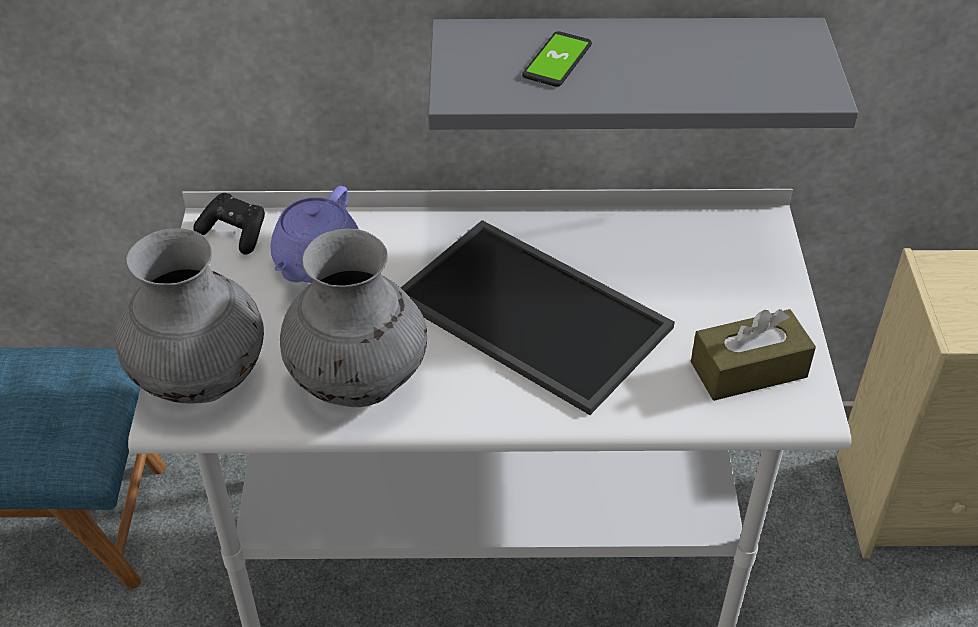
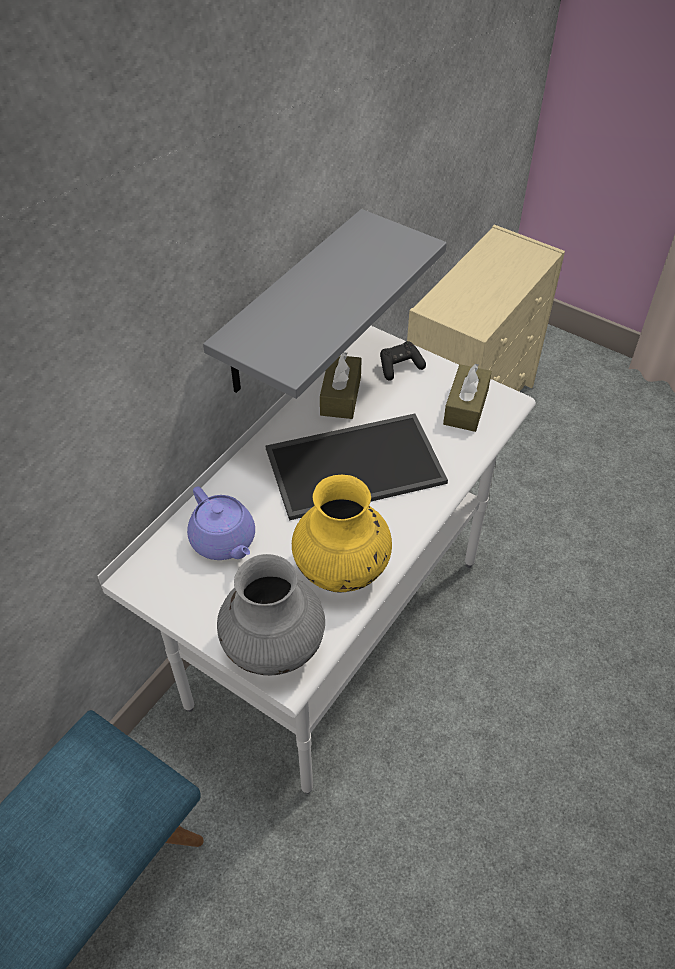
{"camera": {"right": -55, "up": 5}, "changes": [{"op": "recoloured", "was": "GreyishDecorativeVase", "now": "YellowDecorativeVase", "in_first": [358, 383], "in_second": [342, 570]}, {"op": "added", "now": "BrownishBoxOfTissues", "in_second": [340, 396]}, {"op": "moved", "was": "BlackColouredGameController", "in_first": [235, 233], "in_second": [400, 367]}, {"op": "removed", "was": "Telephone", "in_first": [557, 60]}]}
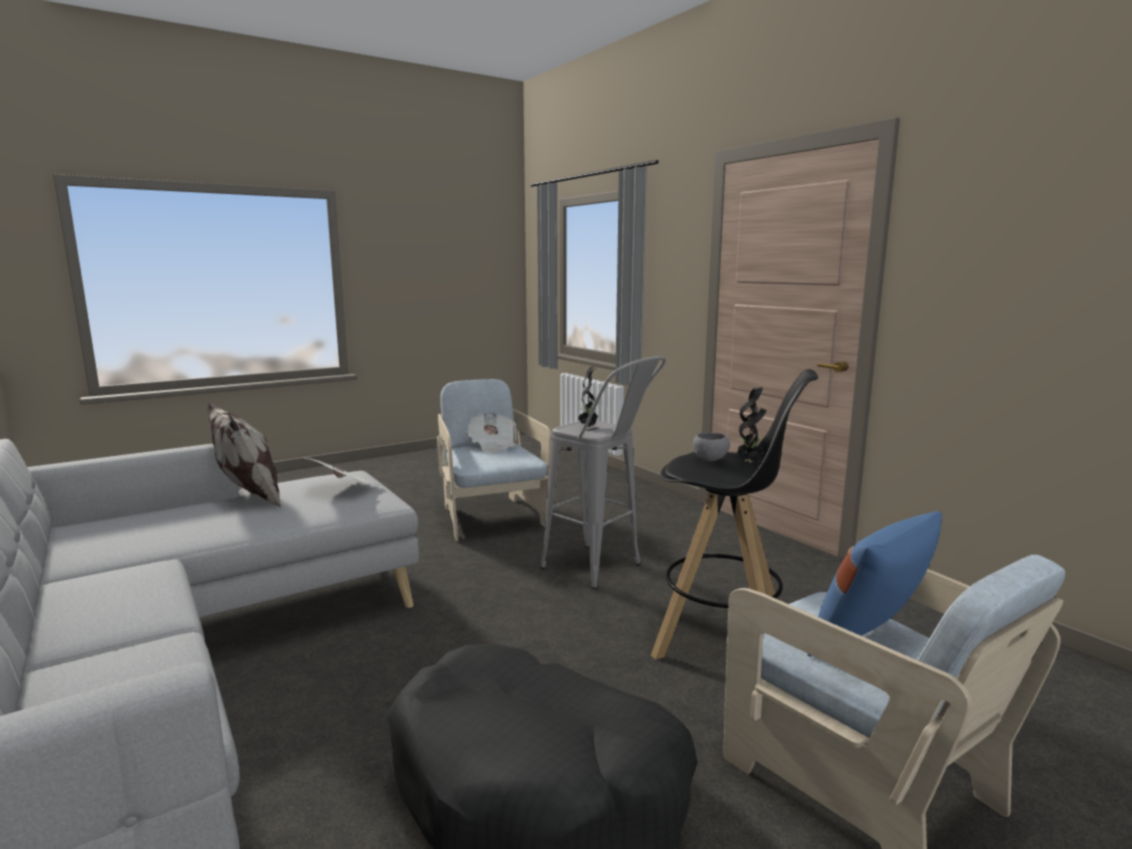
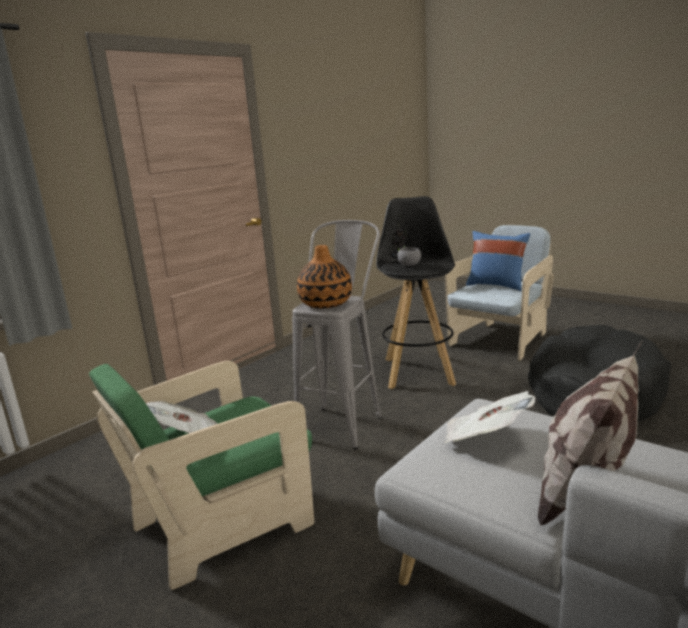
{"camera": {"right": -105, "up": 5}, "changes": [{"op": "recoloured", "was": "SandColouredEasyChair", "now": "GreenColouredEasyChair", "in_first": [490, 518], "in_second": [223, 523]}, {"op": "replaced", "was": "PlantInAPot", "now": "DecorativeVase", "in_first": [588, 427], "in_second": [325, 304]}]}
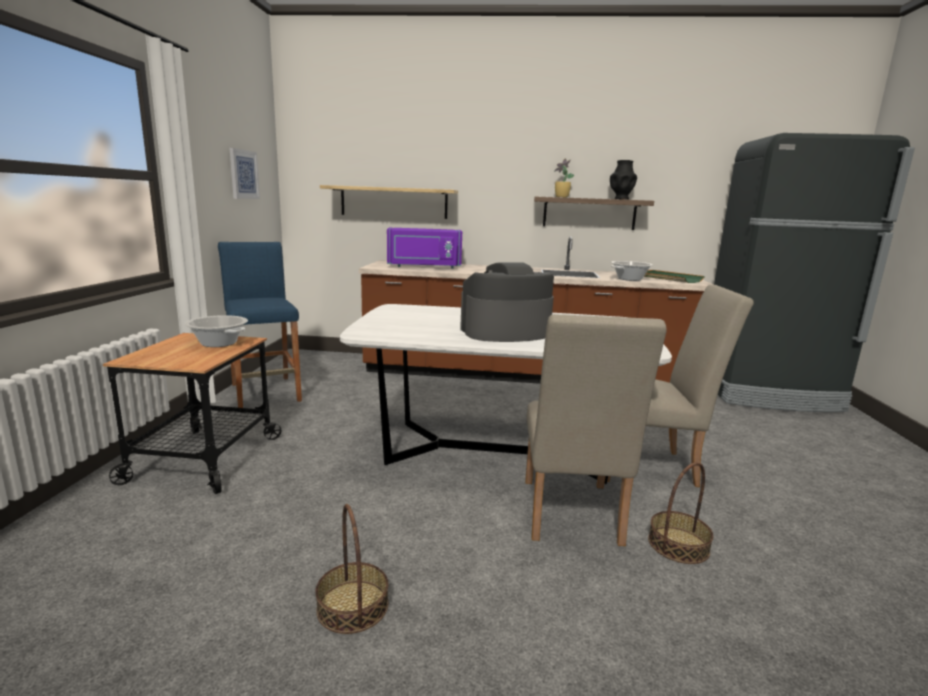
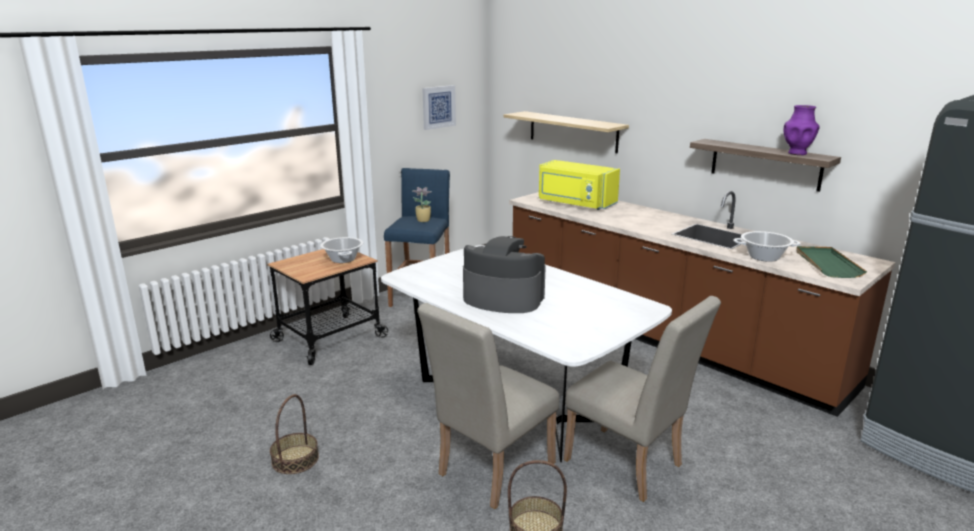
{"camera": {"right": 40, "up": 5}, "changes": [{"op": "moved", "was": "PlantInAPot", "in_first": [561, 197], "in_second": [422, 220]}, {"op": "recoloured", "was": "PurpleMicrowave", "now": "YellowMicrowave", "in_first": [424, 266], "in_second": [575, 203]}, {"op": "recoloured", "was": "BlackColouredDecorativeVase", "now": "PurpleDecorativeVase", "in_first": [621, 199], "in_second": [797, 153]}]}
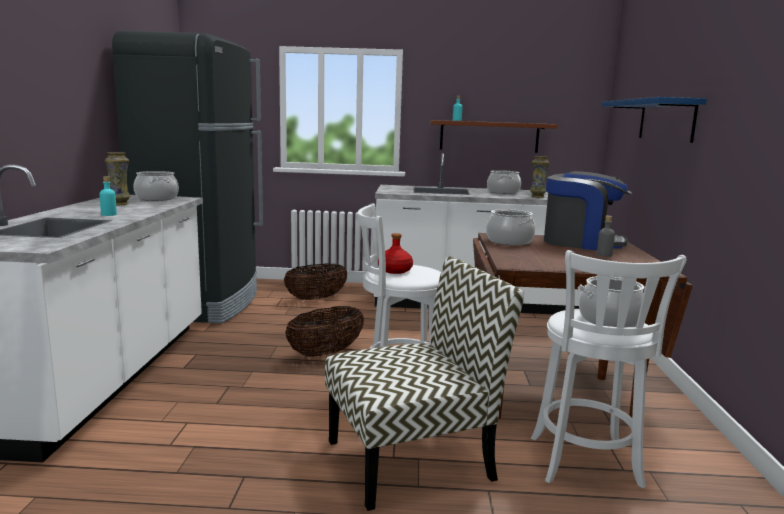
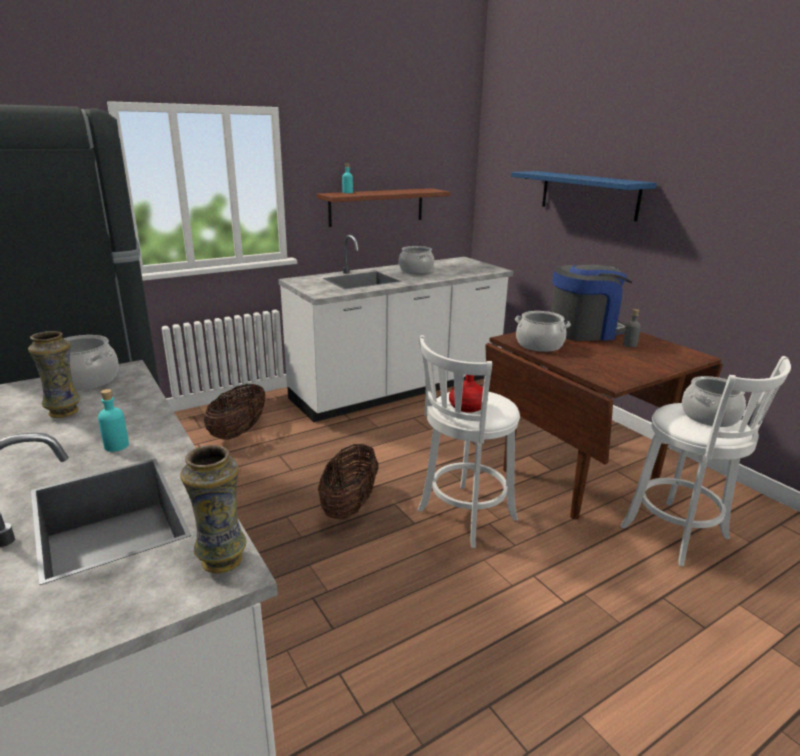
{"camera": {"right": -35, "up": 10}, "changes": [{"op": "moved", "was": "DecorativeVase", "in_first": [537, 196], "in_second": [221, 559]}, {"op": "removed", "was": "UprightChair", "in_first": [412, 458]}]}
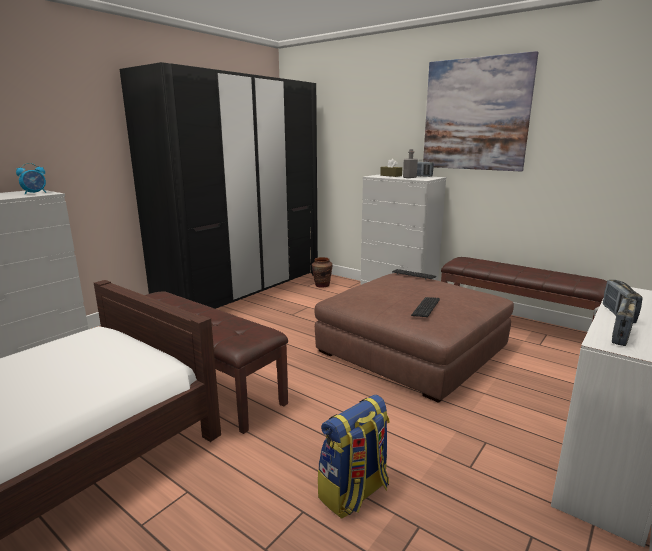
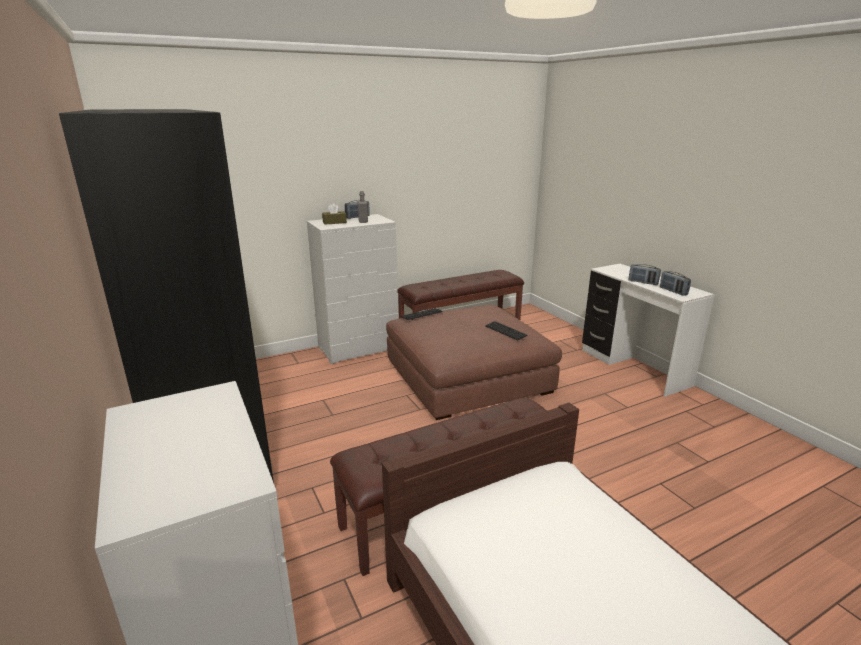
{"camera": {"right": -65, "up": 5}, "changes": [{"op": "removed", "was": "AlarmClock", "in_first": [35, 193]}, {"op": "removed", "was": "BrownishDecorativeVase", "in_first": [322, 285]}, {"op": "removed", "was": "Backpack", "in_first": [354, 493]}, {"op": "removed", "was": "WallArt", "in_first": [475, 115]}]}
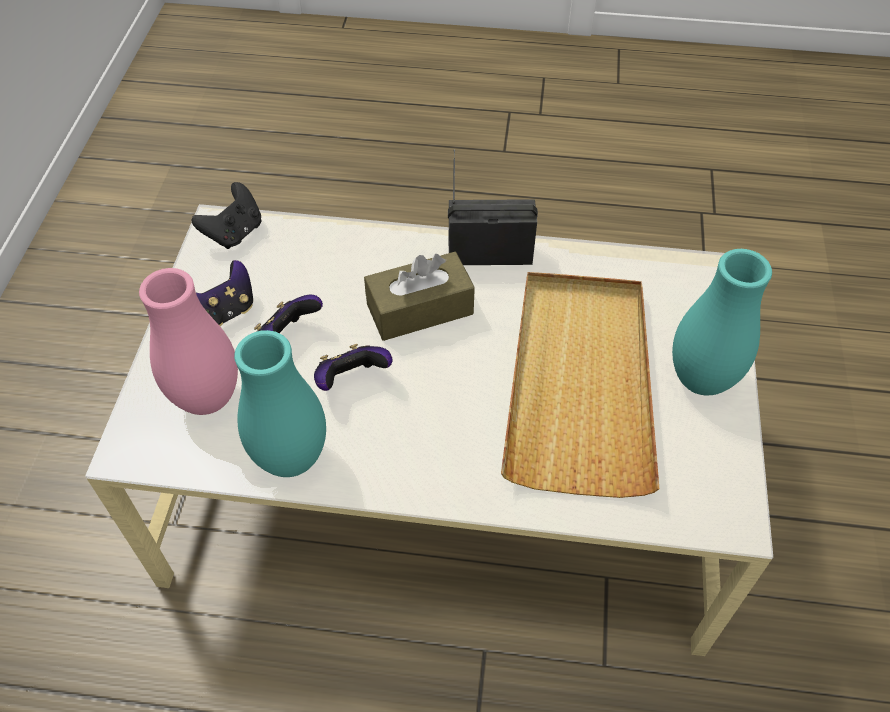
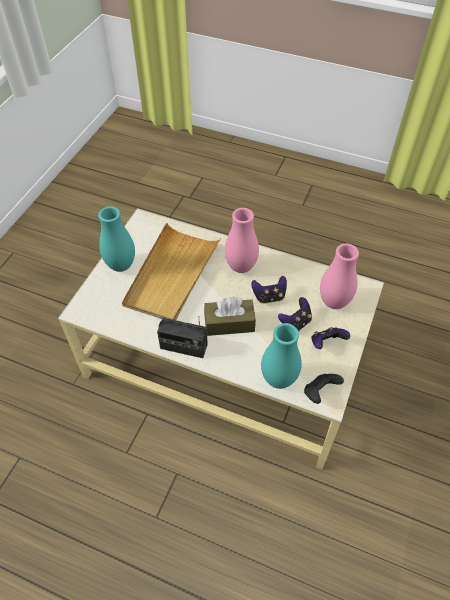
{"camera": {"right": -165, "up": 0}, "changes": [{"op": "added", "now": "PinkDecorativeVase", "in_second": [241, 267]}, {"op": "moved", "was": "BlueGreenDecorativeVase", "in_first": [291, 458], "in_second": [278, 379]}]}
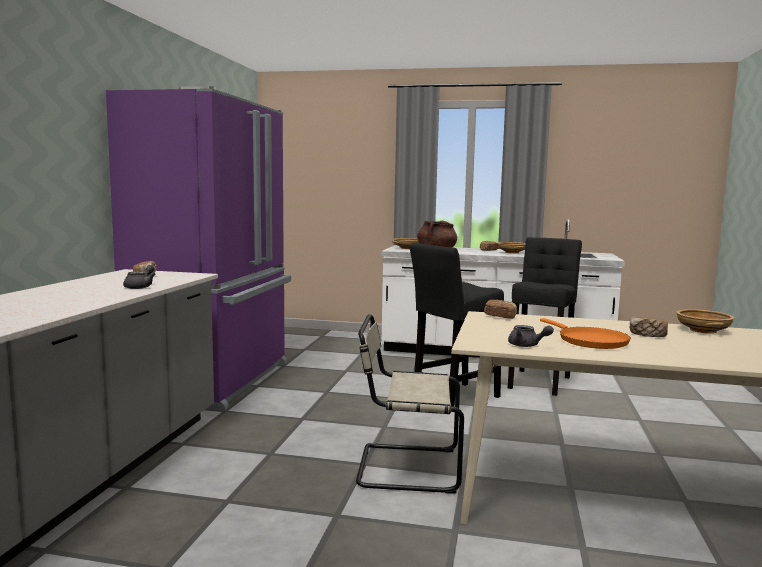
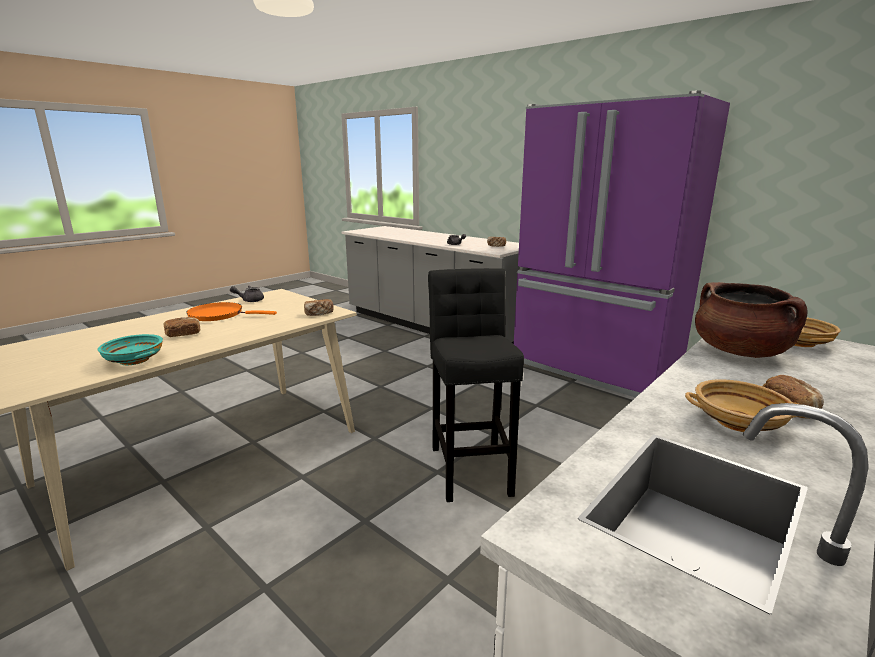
{"camera": {"right": 120, "up": 10}, "changes": [{"op": "recoloured", "was": "SandColouredBowl", "now": "BlueGreenBowl", "in_first": [703, 330], "in_second": [134, 360]}, {"op": "removed", "was": "SandColouredUprightChair", "in_first": [404, 468]}, {"op": "removed", "was": "BlackColouredStool", "in_first": [539, 381]}]}
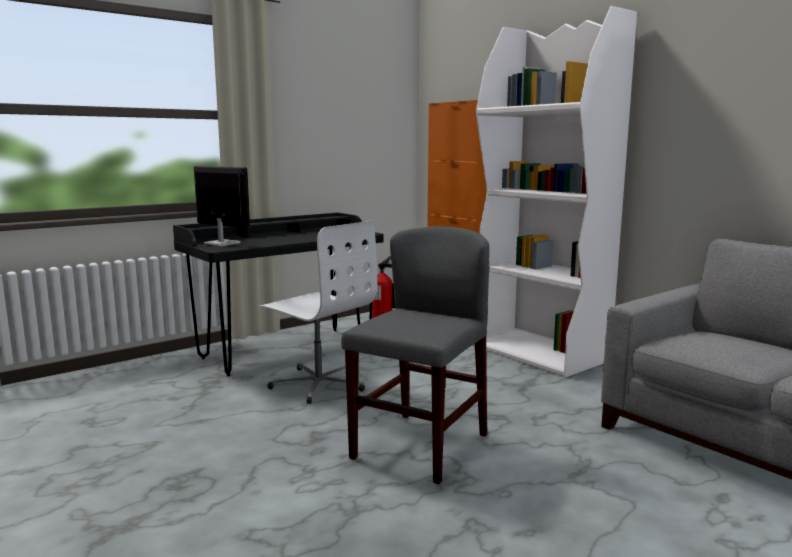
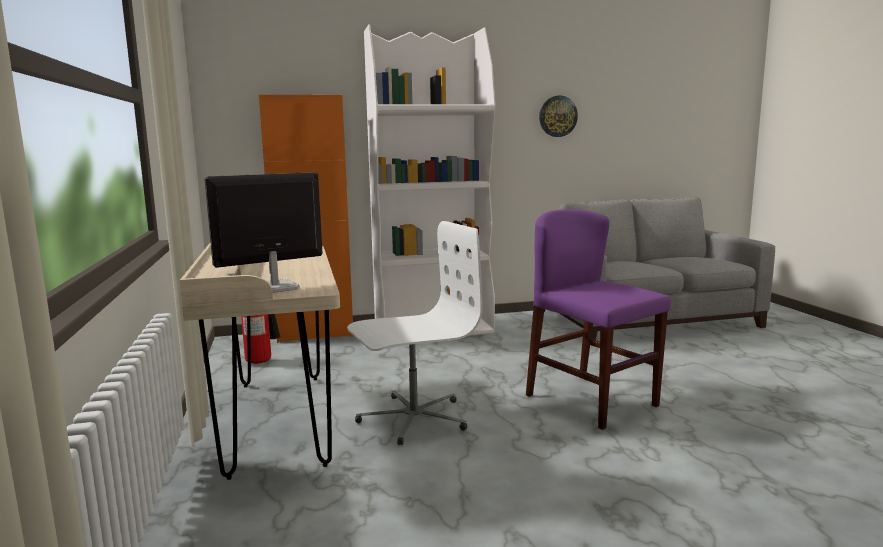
{"camera": {"right": -65, "up": 0}, "changes": [{"op": "recoloured", "was": "BlackColouredDeskUnit", "now": "SandColouredDeskUnit", "in_first": [287, 350], "in_second": [278, 420]}, {"op": "recoloured", "was": "GreyishUprightChair", "now": "PurpleUprightChair", "in_first": [420, 446], "in_second": [591, 400]}, {"op": "added", "now": "HangingClock", "in_second": [557, 116]}]}
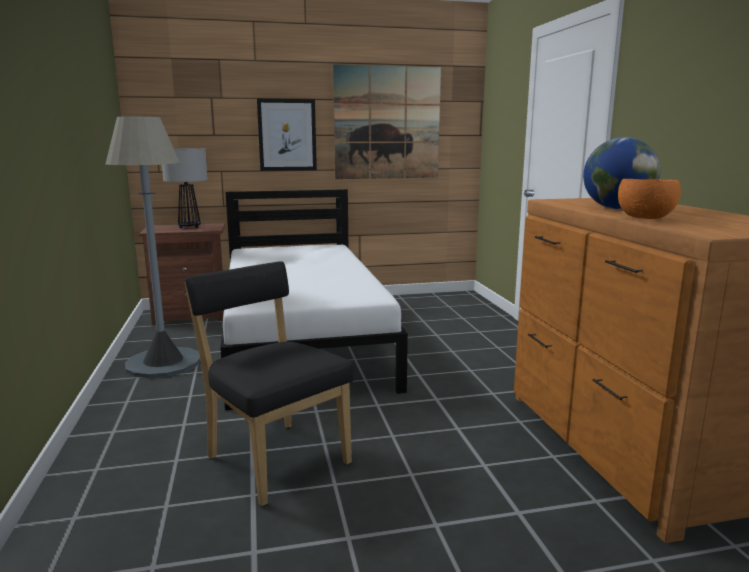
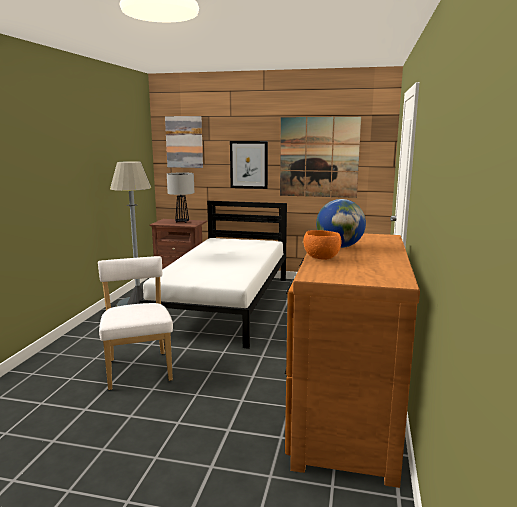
{"camera": {"right": 25, "up": 0}, "changes": [{"op": "recoloured", "was": "BlackColouredUprightChair", "now": "WhitishUprightChair", "in_first": [274, 457], "in_second": [139, 368]}, {"op": "added", "now": "WallArt", "in_second": [184, 142]}]}
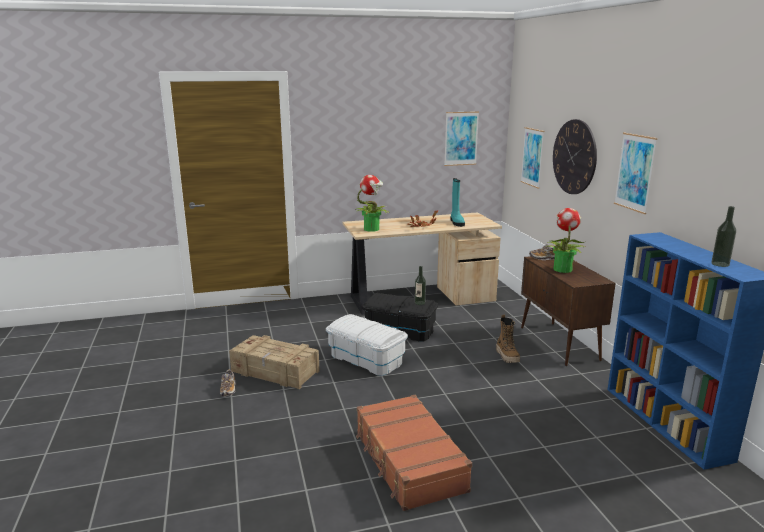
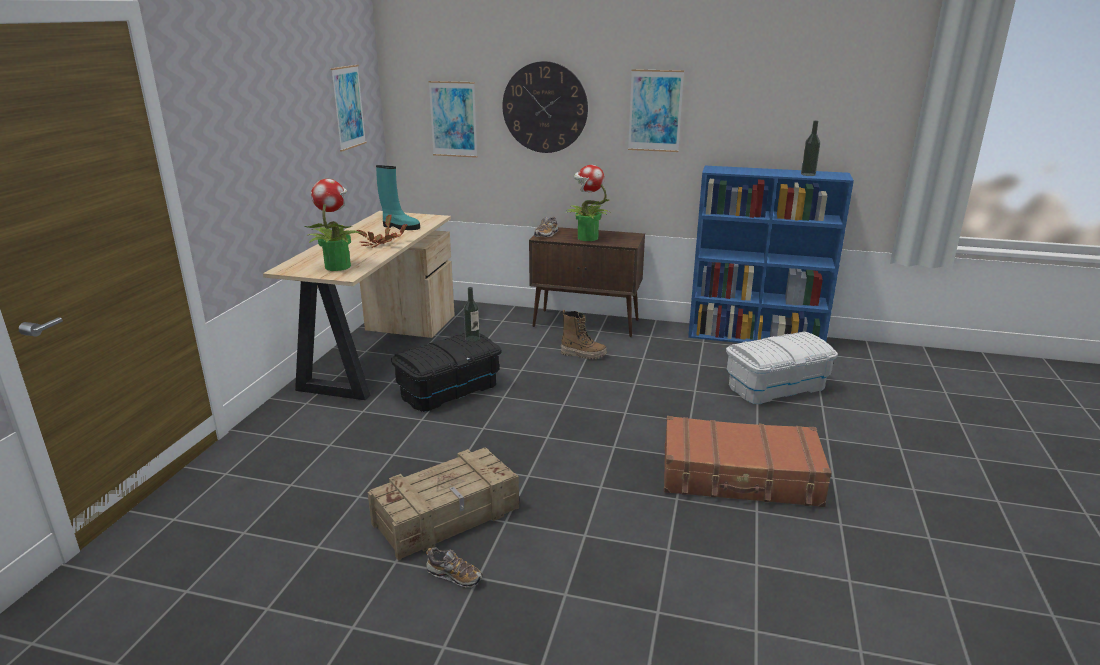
{"camera": {"right": -60, "up": 5}, "changes": [{"op": "moved", "was": "WhitishStorageBox", "in_first": [366, 359], "in_second": [776, 387]}]}
